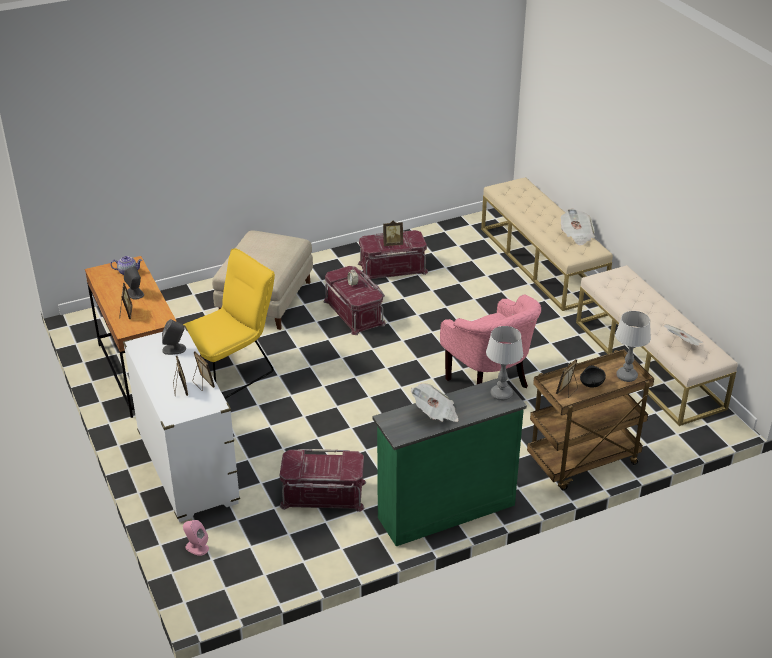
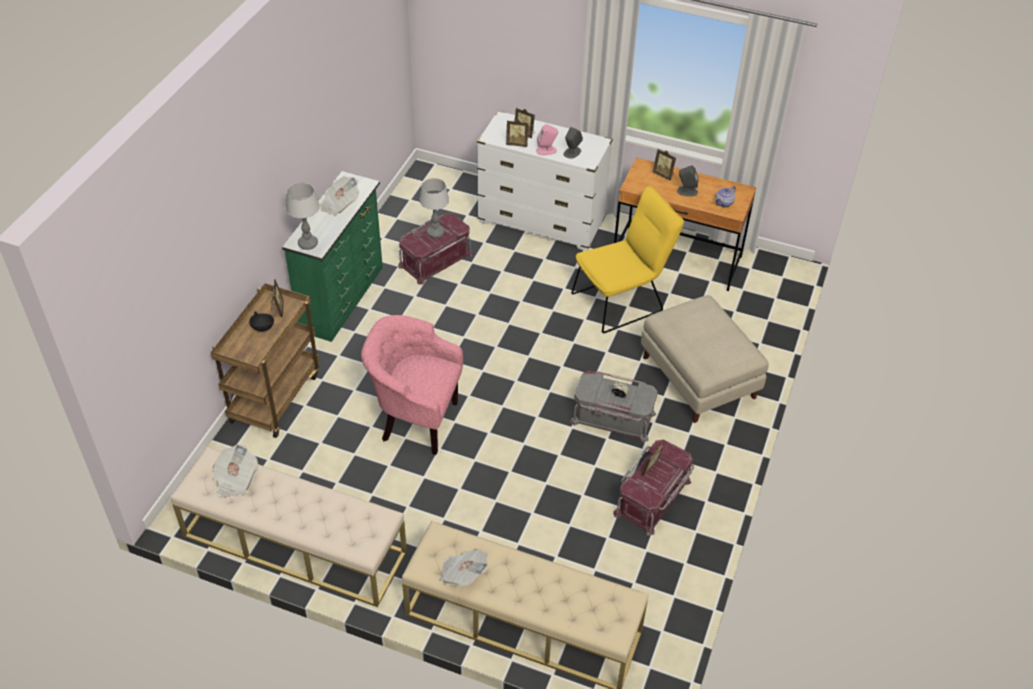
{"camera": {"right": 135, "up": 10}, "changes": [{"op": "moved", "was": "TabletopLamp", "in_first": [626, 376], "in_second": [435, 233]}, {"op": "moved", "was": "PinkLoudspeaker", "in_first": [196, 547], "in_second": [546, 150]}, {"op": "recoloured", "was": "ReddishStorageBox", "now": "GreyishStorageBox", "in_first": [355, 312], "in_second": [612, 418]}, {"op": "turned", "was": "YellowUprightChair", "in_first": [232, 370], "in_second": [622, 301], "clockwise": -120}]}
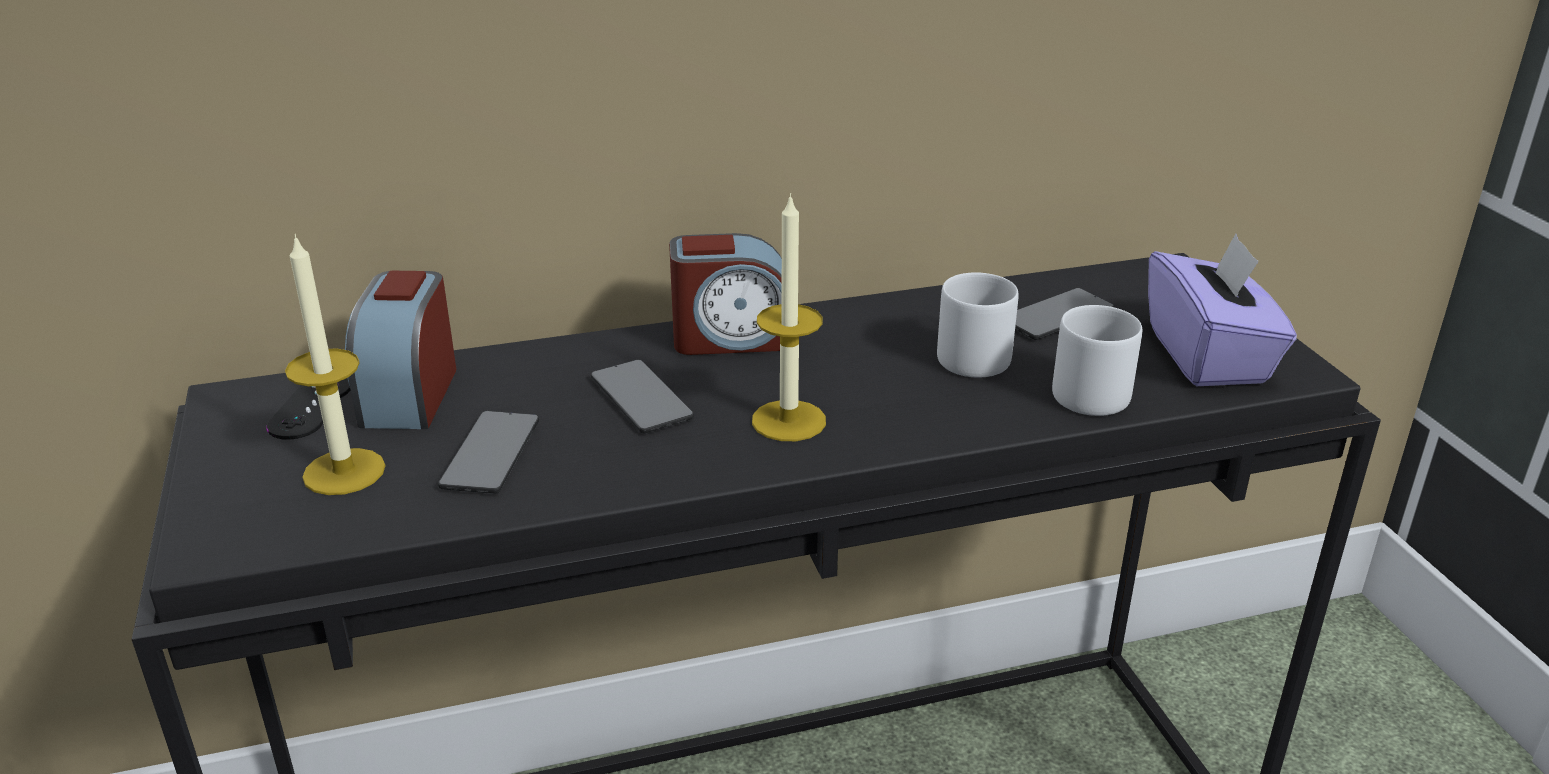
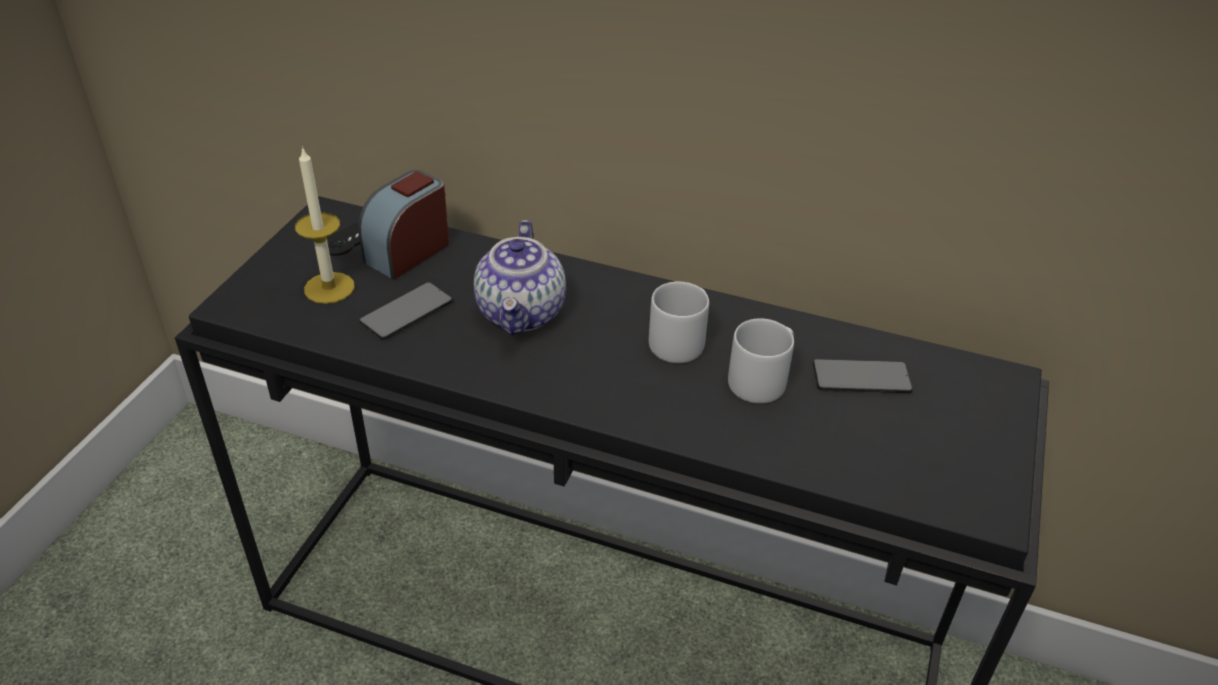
{"camera": {"right": 35, "up": 10}, "changes": [{"op": "replaced", "was": "Telephone", "now": "Teapot", "in_first": [641, 398], "in_second": [522, 313]}, {"op": "moved", "was": "GreyishCoffeeMug", "in_first": [1088, 391], "in_second": [680, 342]}, {"op": "removed", "was": "AlarmClock", "in_first": [731, 338]}, {"op": "removed", "was": "Candle", "in_first": [788, 421]}, {"op": "removed", "was": "PurpleBoxOfTissues", "in_first": [1208, 356]}]}
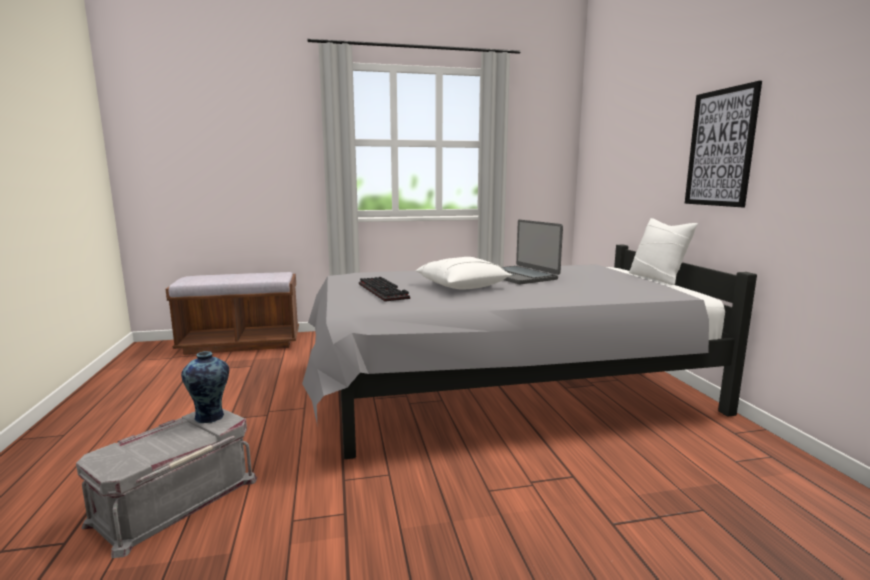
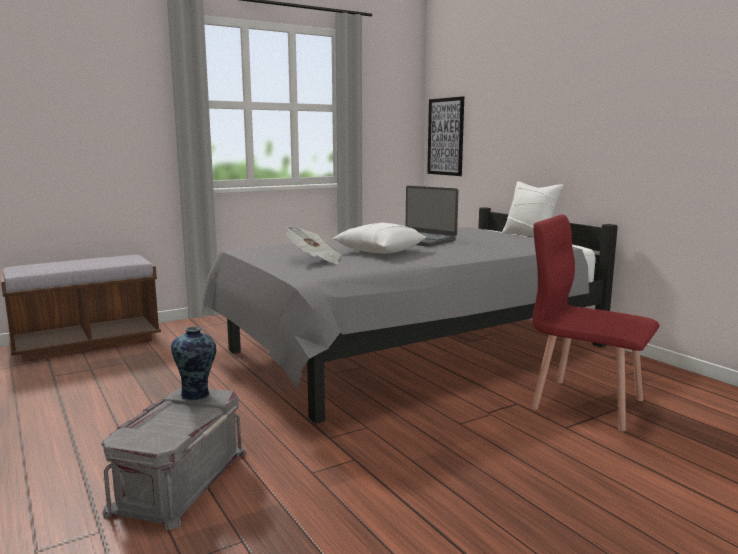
{"camera": {"right": -20, "up": 0}, "changes": [{"op": "replaced", "was": "Keyboard", "now": "Newspaper", "in_first": [384, 291], "in_second": [315, 260]}, {"op": "moved", "was": "WallArt", "in_first": [720, 148], "in_second": [445, 136]}, {"op": "added", "now": "ReddishUprightChair", "in_second": [586, 403]}]}
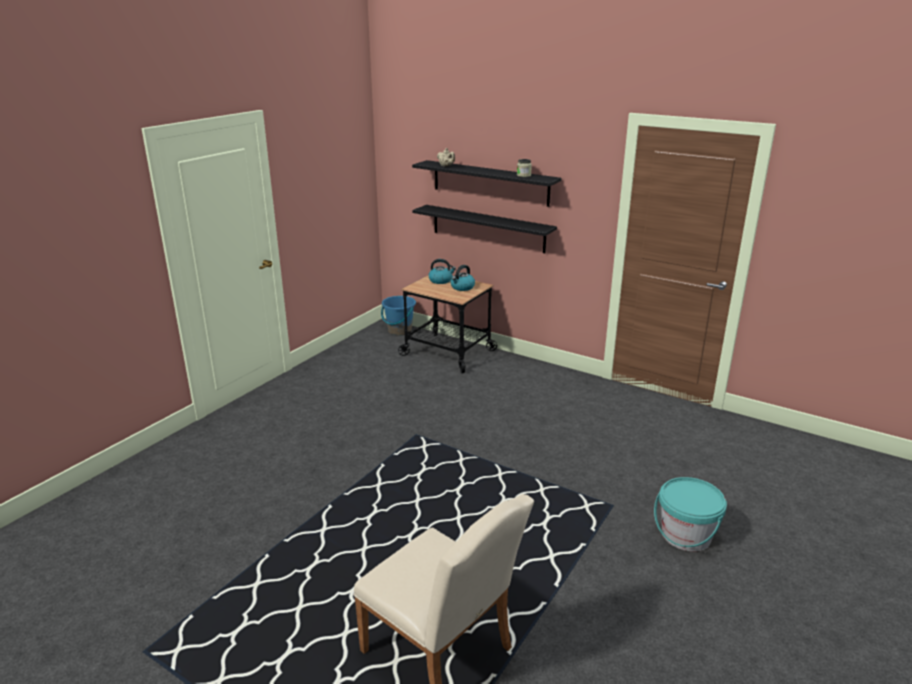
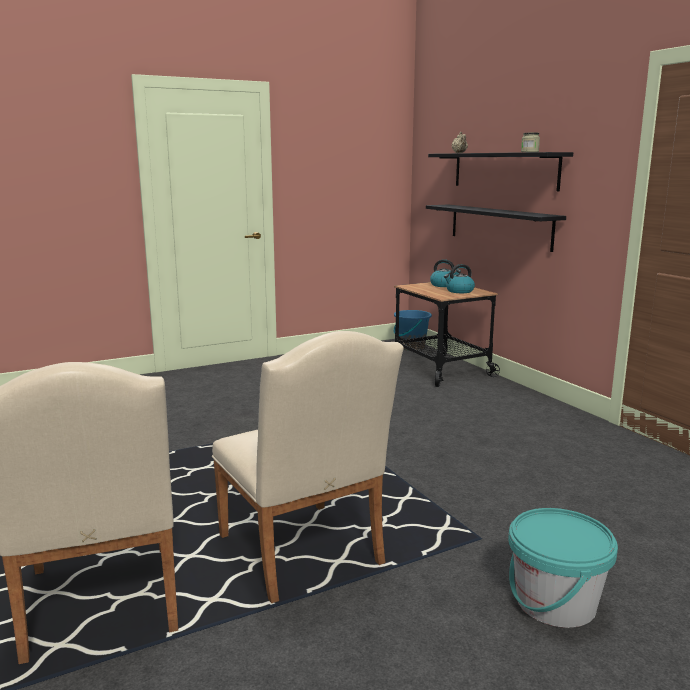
{"camera": {"right": 30, "up": -10}, "changes": [{"op": "added", "now": "SandColouredUprightChair", "in_second": [304, 556]}]}
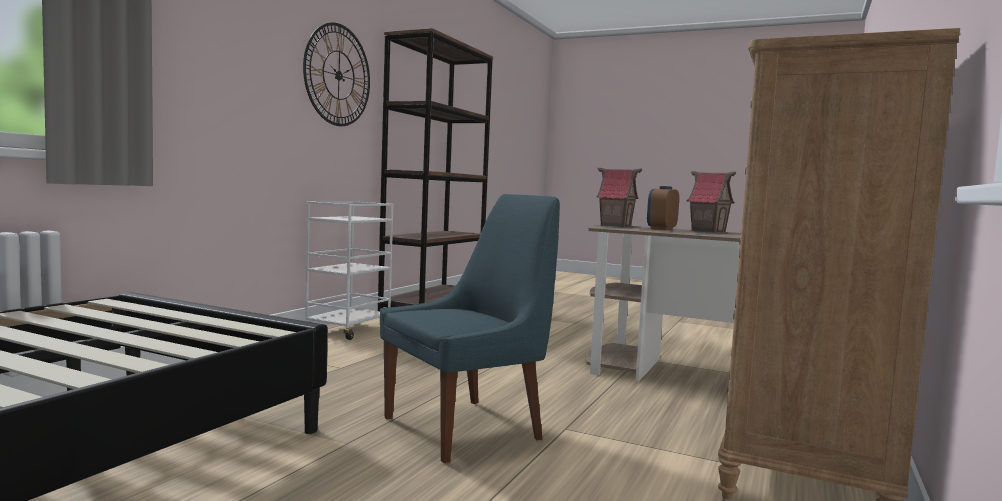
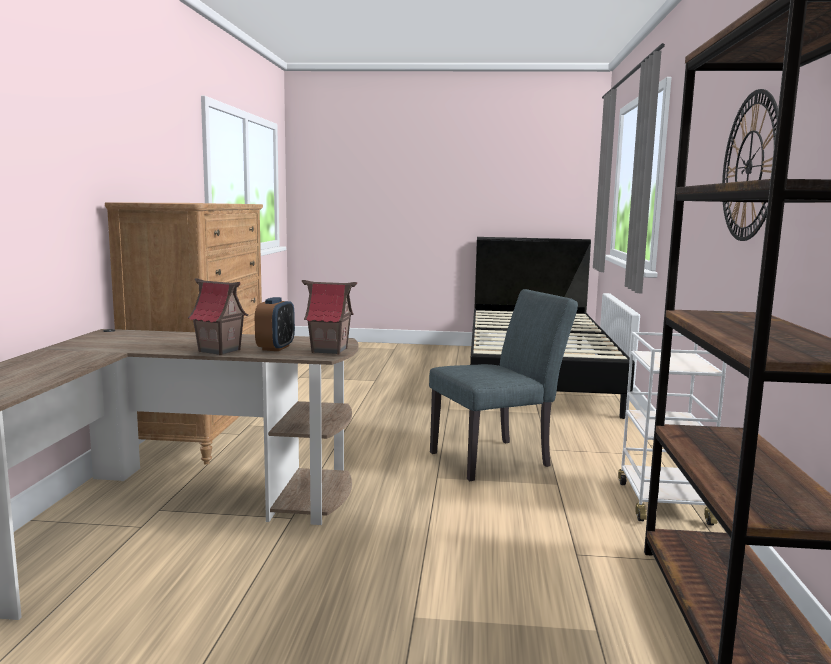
{"camera": {"right": 160, "up": 5}, "changes": [{"op": "added", "now": "GreyishUprightChair", "in_second": [498, 458]}, {"op": "removed", "was": "BlueUprightChair", "in_first": [467, 428]}]}
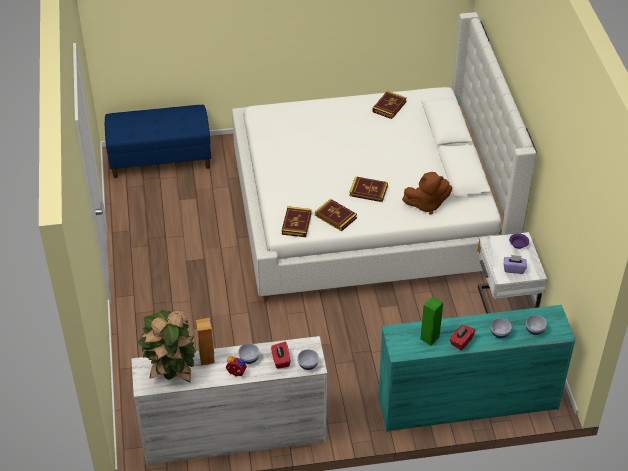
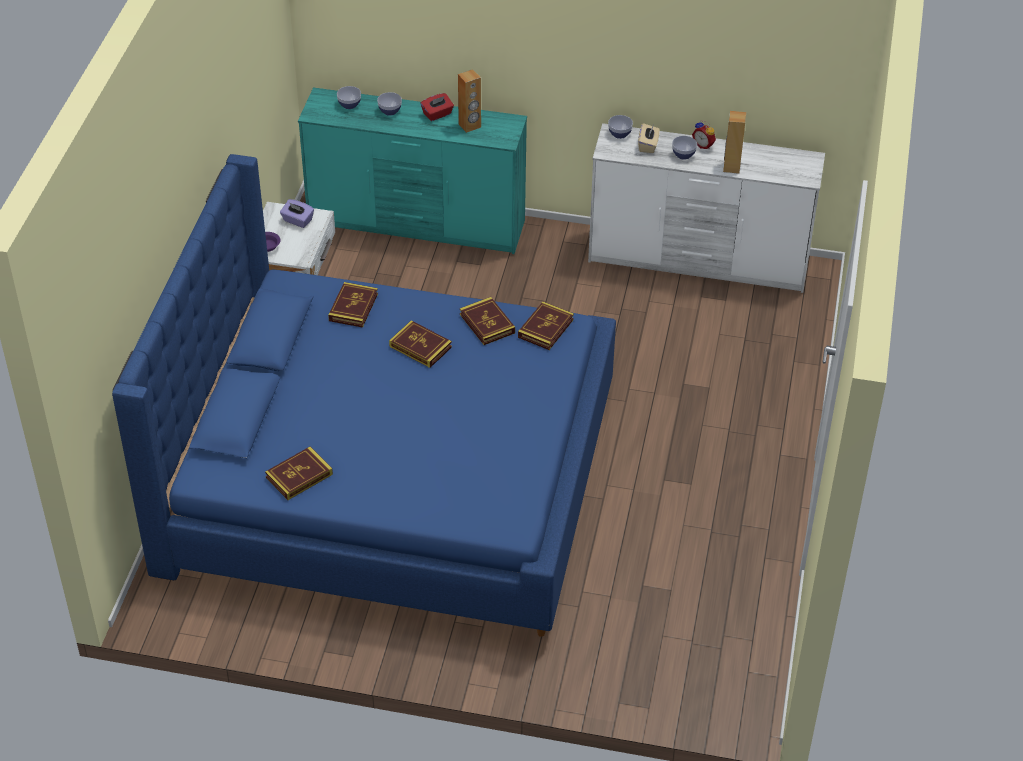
{"camera": {"right": -160, "up": 0}, "changes": [{"op": "recoloured", "was": "WhitishSleepingBed", "now": "BlueSleepingBed", "in_first": [369, 214], "in_second": [388, 479]}, {"op": "replaced", "was": "BrownishPlushToy", "now": "Book", "in_first": [426, 204], "in_second": [353, 307]}, {"op": "recoloured", "was": "GreenColouredLoudspeaker", "now": "BrownishLoudspeaker", "in_first": [429, 338], "in_second": [470, 126]}, {"op": "recoloured", "was": "ReddishBoxOfTissues", "now": "SandColouredBoxOfTissues", "in_first": [280, 360], "in_second": [648, 145]}, {"op": "removed", "was": "BlueIndoorBench", "in_first": [161, 159]}, {"op": "removed", "was": "PlantInAPot", "in_first": [171, 371]}]}
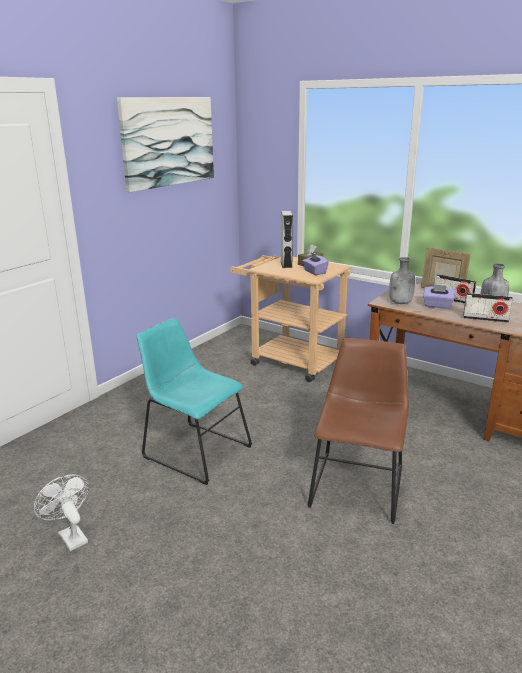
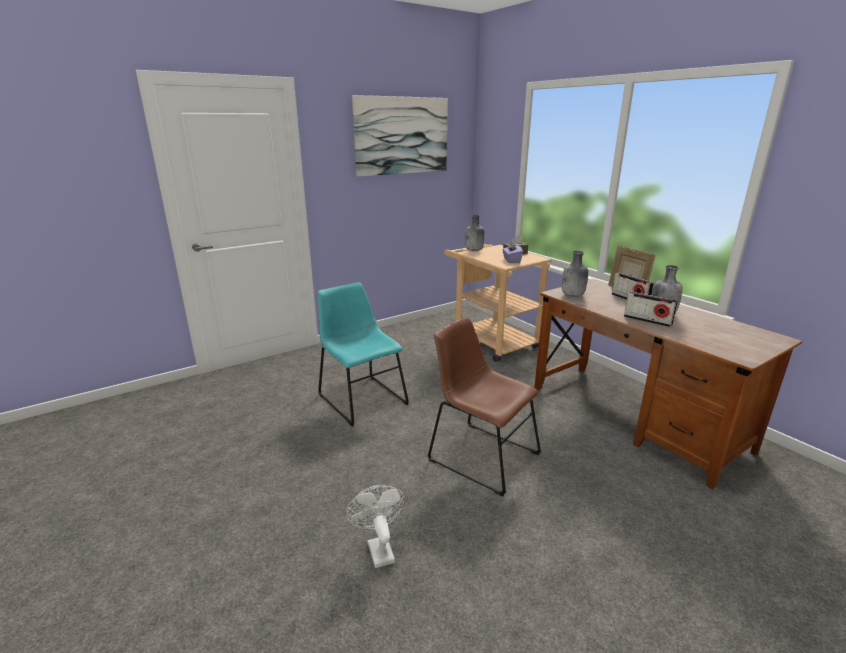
{"camera": {"right": 20, "up": 0}, "changes": [{"op": "moved", "was": "WhitishFan", "in_first": [70, 535], "in_second": [378, 548]}, {"op": "turned", "was": "BrownishUprightChair", "in_first": [358, 483], "in_second": [480, 455], "clockwise": -90}, {"op": "added", "now": "GreyishBottle", "in_second": [474, 250]}, {"op": "removed", "was": "GreyishLoudspeaker", "in_first": [286, 264]}, {"op": "removed", "was": "PurpleBoxOfTissues", "in_first": [437, 306]}]}
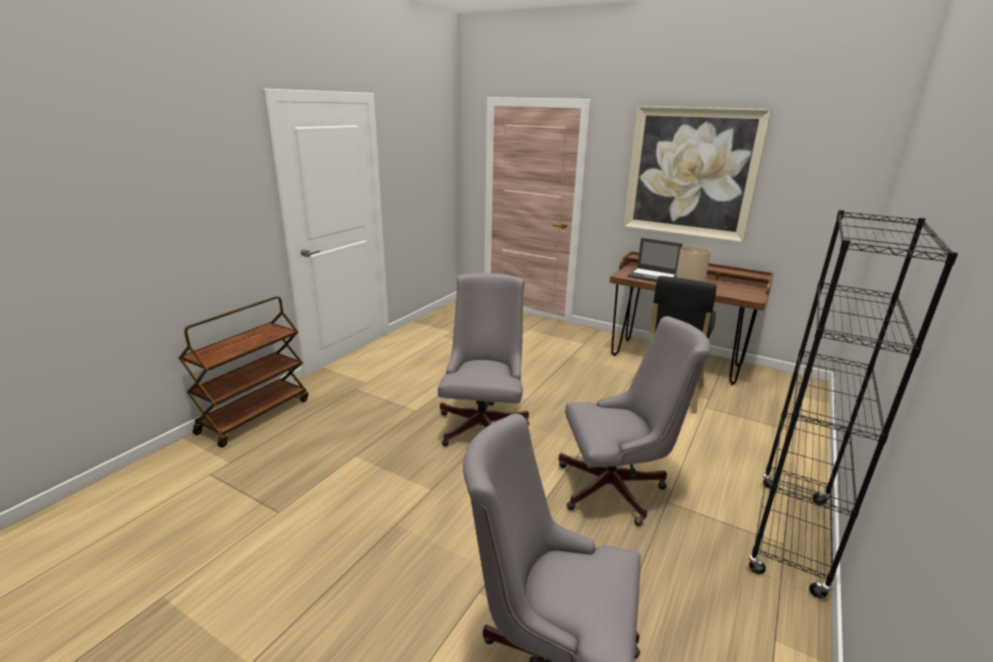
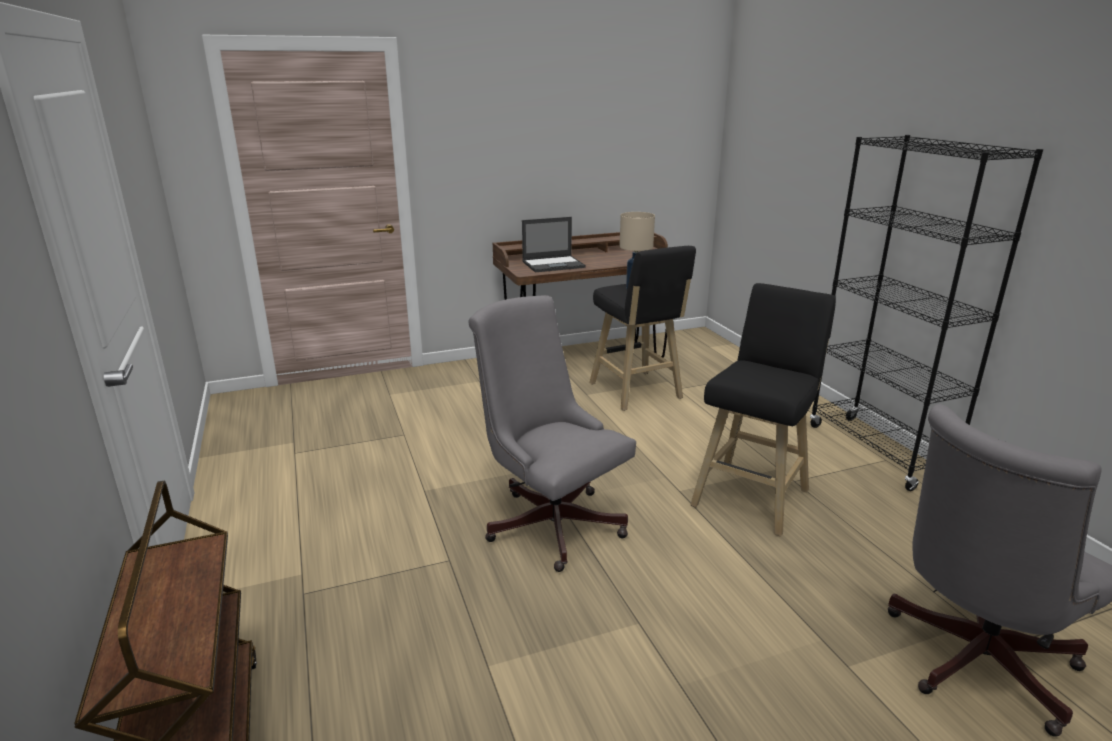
{"camera": {"right": -50, "up": 0}, "changes": [{"op": "replaced", "was": "GreyishDeskChair", "now": "BlackColouredStool", "in_first": [617, 488], "in_second": [753, 495]}, {"op": "removed", "was": "WallArt", "in_first": [691, 173]}]}
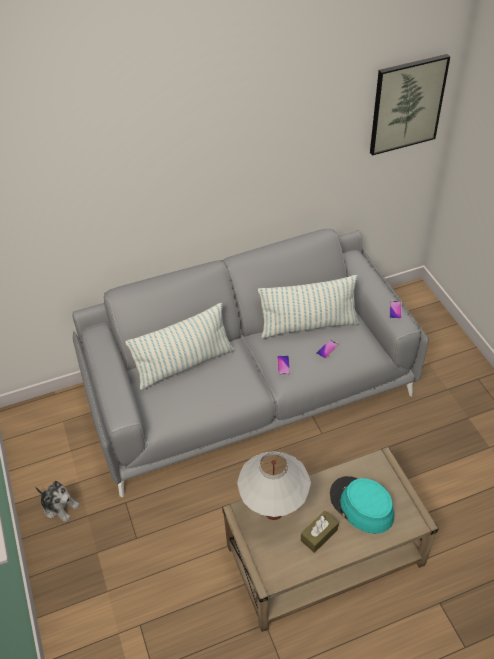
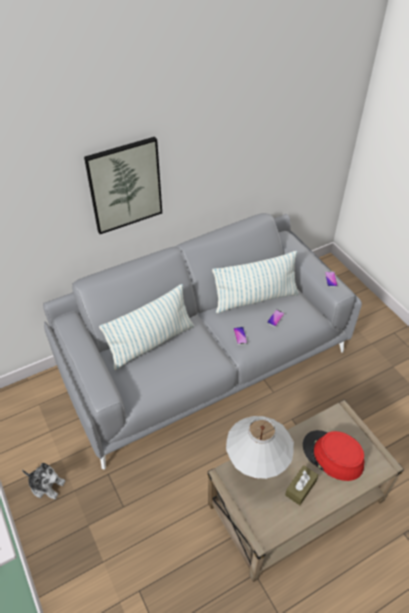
{"camera": {"right": -10, "up": 0}, "changes": [{"op": "moved", "was": "WallArt", "in_first": [406, 104], "in_second": [125, 185]}, {"op": "recoloured", "was": "BlueGreenHat", "now": "ReddishHat", "in_first": [361, 505], "in_second": [332, 456]}]}
